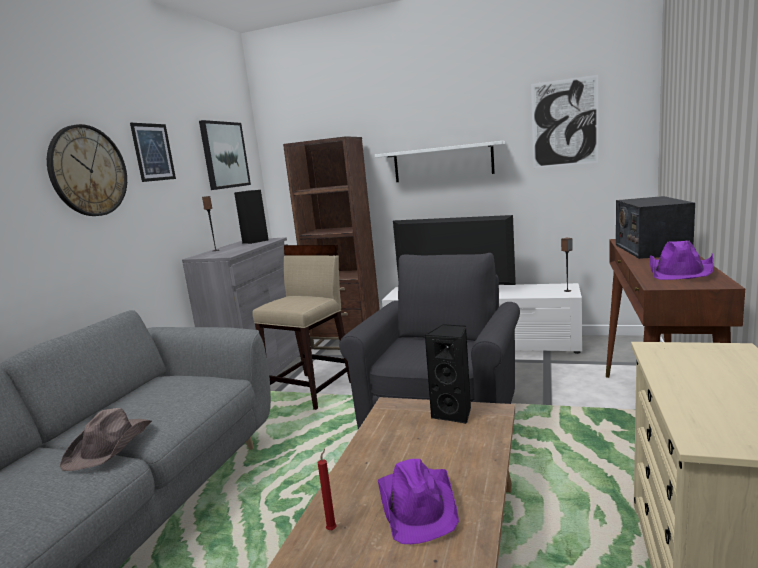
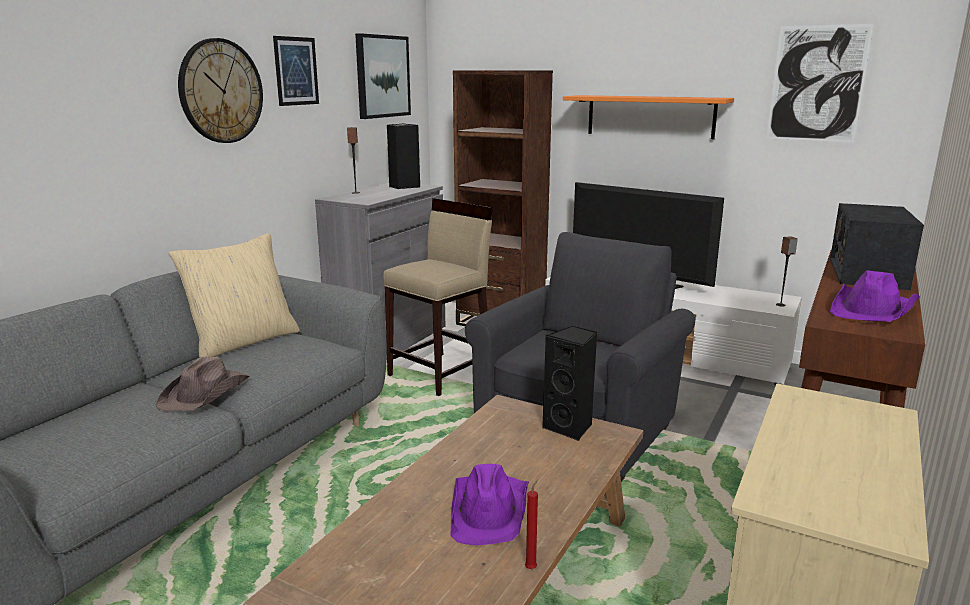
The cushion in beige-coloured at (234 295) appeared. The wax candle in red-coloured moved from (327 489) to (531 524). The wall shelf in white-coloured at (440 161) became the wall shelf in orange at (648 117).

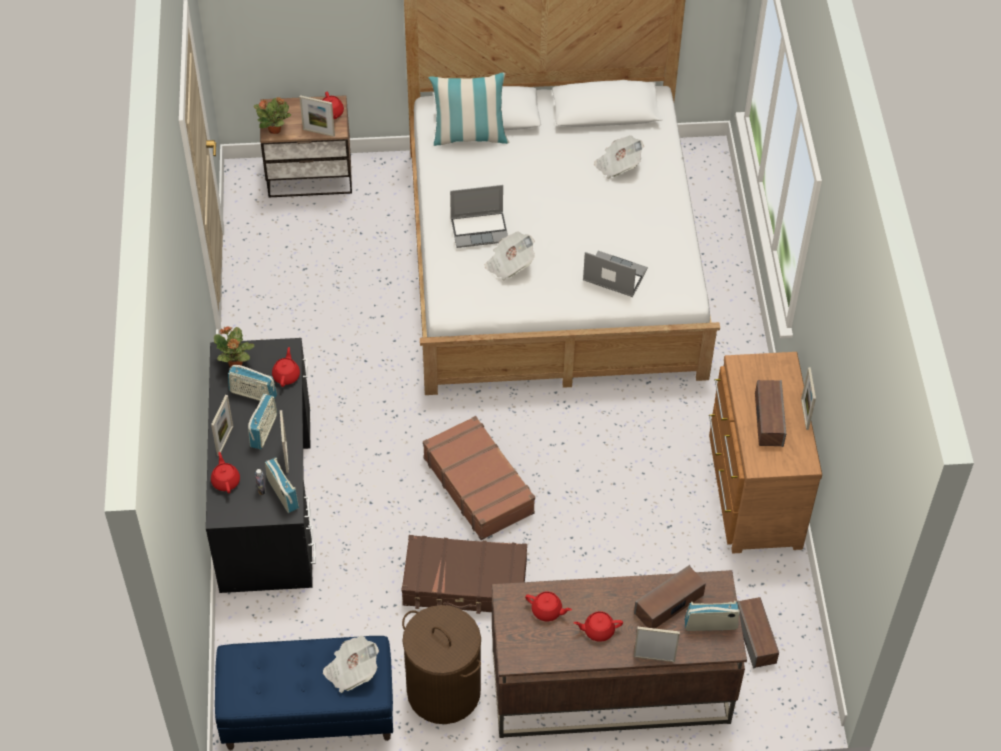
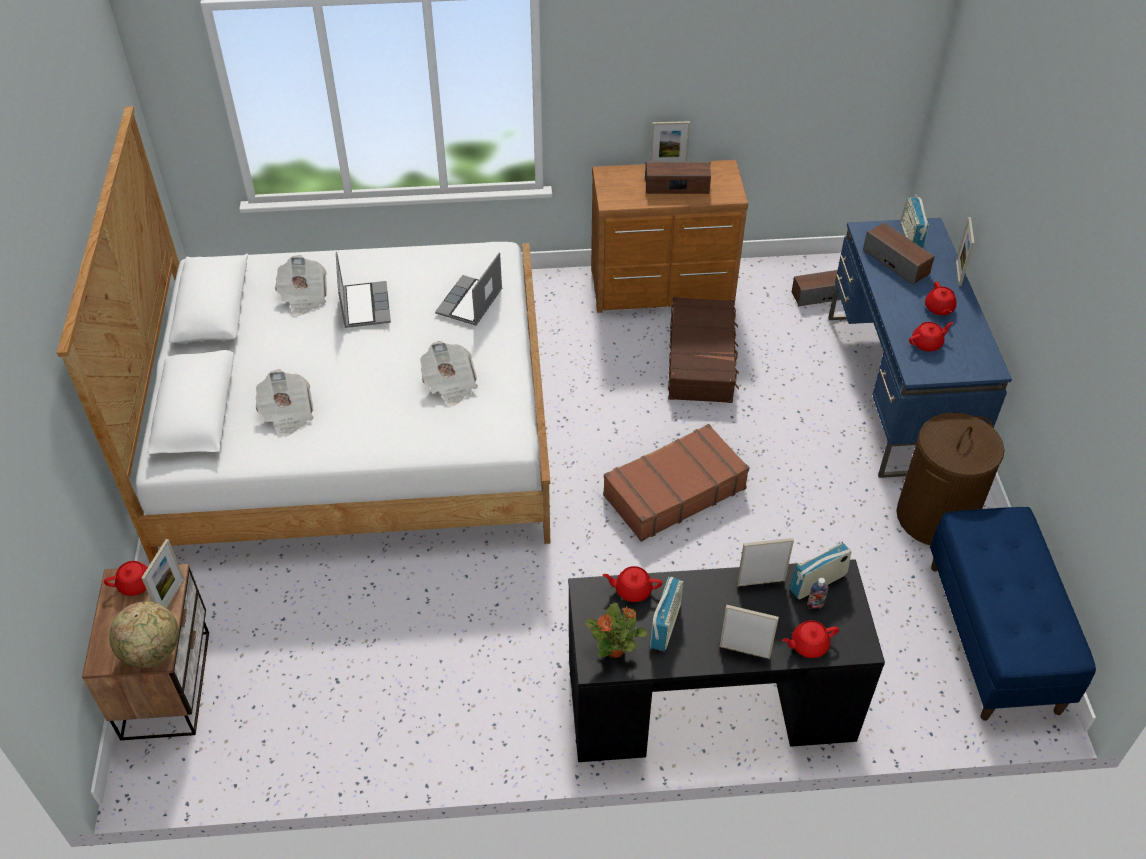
The radio set at (262 422) disappeared. The cushion at (469 109) disappeared. The printed paper moved from (351 664) to (285 403). The piece of luggage in brownish moved from (464 574) to (703 350). The laptop moved from (479 216) to (363 290). The houseplant at (272 115) was replaced by the world globe at (144 634). The desk table in brownish at (619 654) became the desk table in blue at (920 348). The teapot in red-coloured at (548 606) turned 45 degrees clockwise.

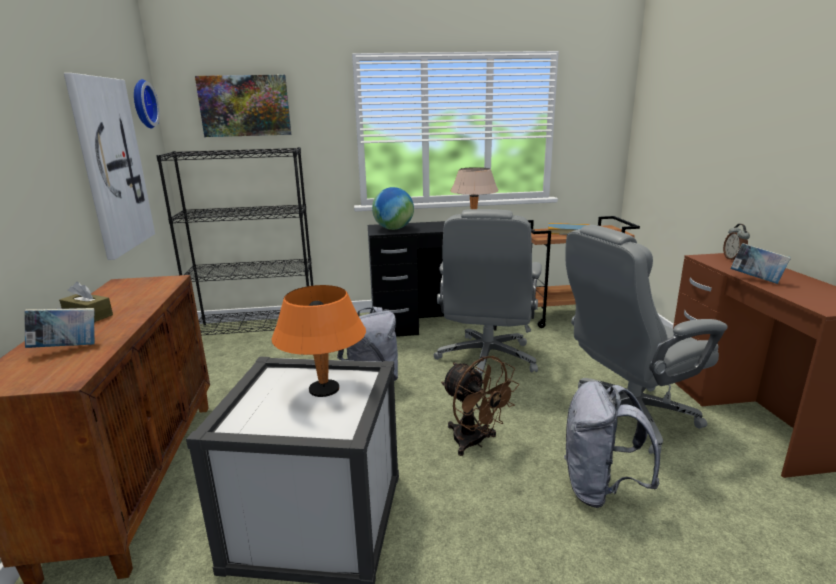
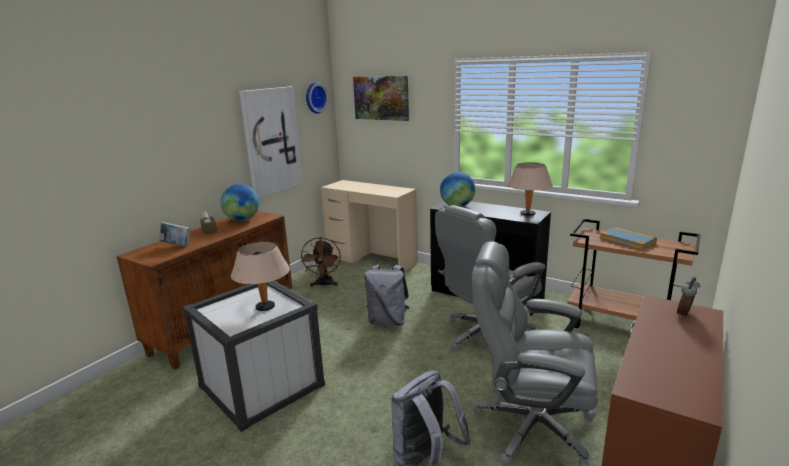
The volume at (760 263) disappeared. The world globe at (240 202) appeared. The electric fan in brownish moved from (480 406) to (320 262). The bookcase in blackish at (234 241) was replaced by the desk table in beige-coloured at (369 226). The table lamp in orange at (319 341) became the table lamp in beige-coloured at (260 276).

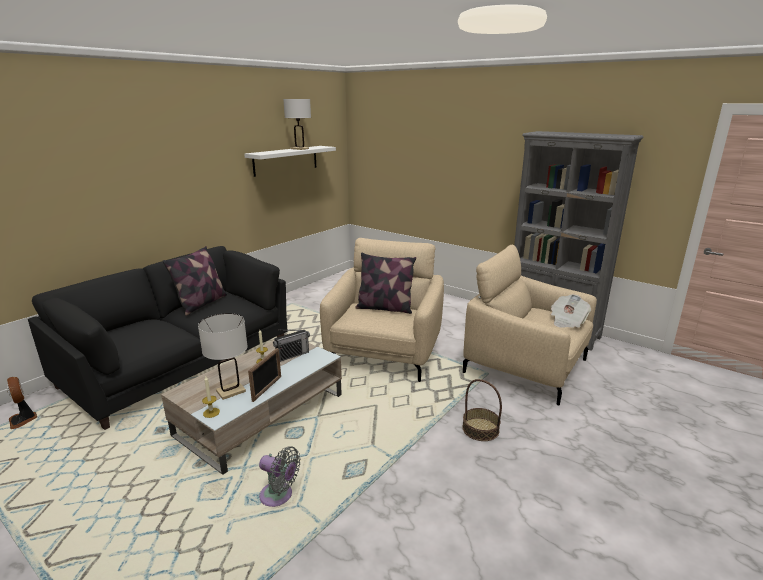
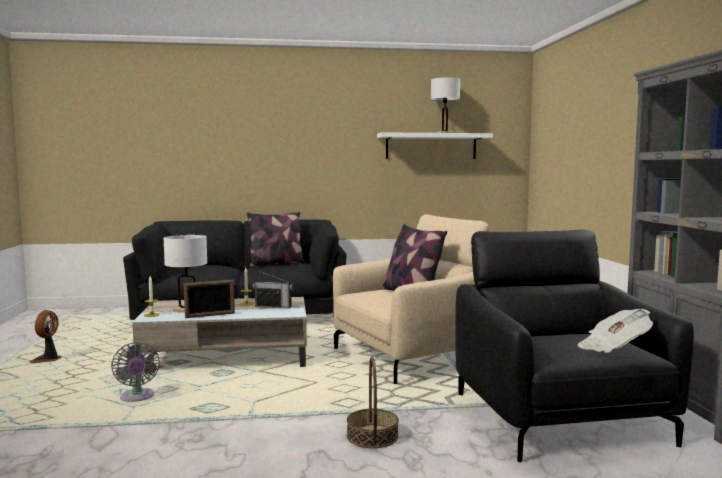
The electric fan moved from (22 403) to (46 336). The lounge chair in beige-coloured at (530 325) became the lounge chair in blackish at (574 346).

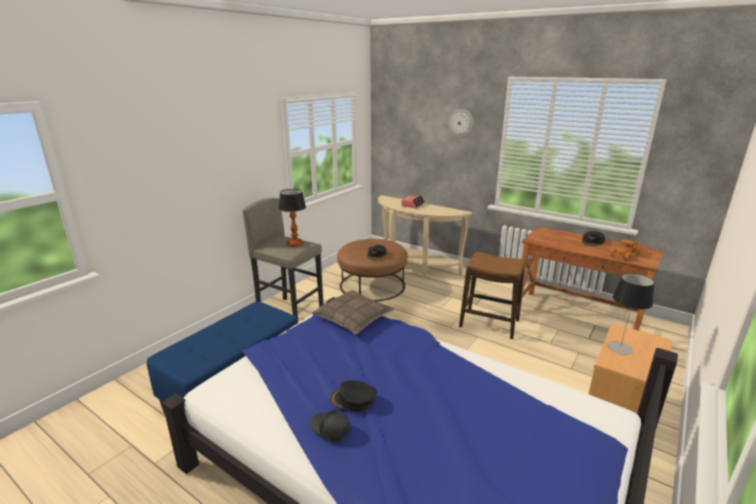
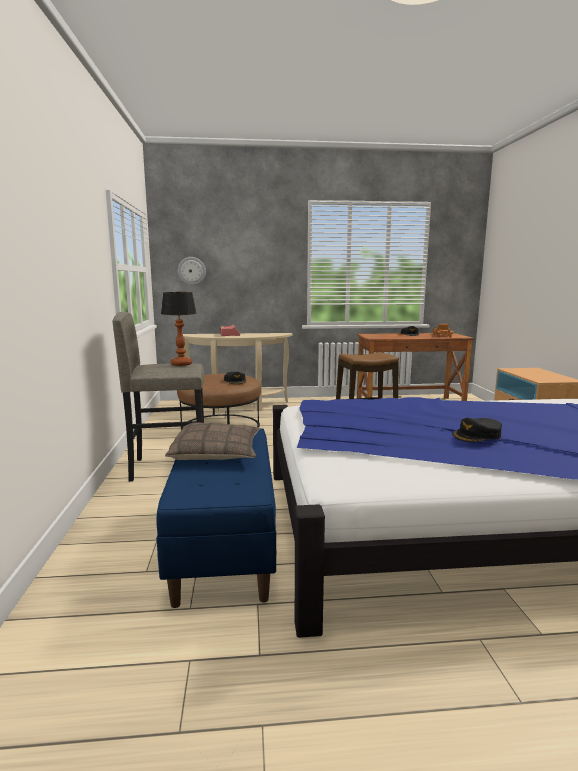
The baseball cap in blackish at (330 426) disappeared. The table lamp at (631 314) disappeared. The cushion moved from (353 312) to (212 441). The wall clock moved from (461 123) to (192 271).

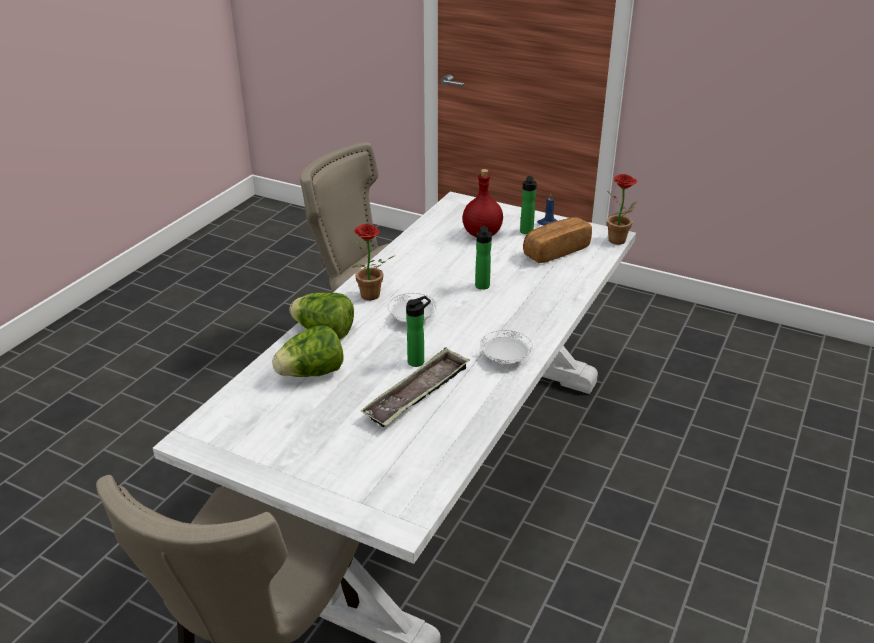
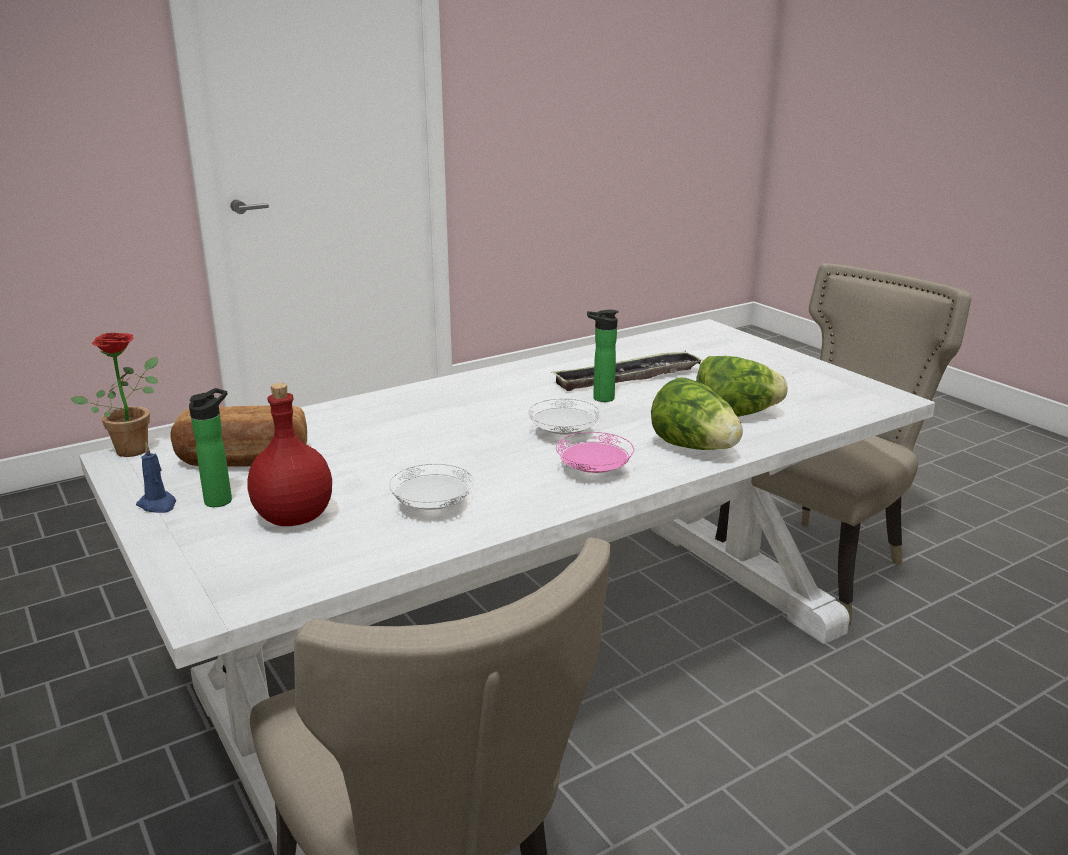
The drink bottle at (483 258) disappeared. The flat dish in white-coloured moved from (506 347) to (431 487). The houseplant at (373 262) was replaced by the flat dish in pinkish at (595 452).

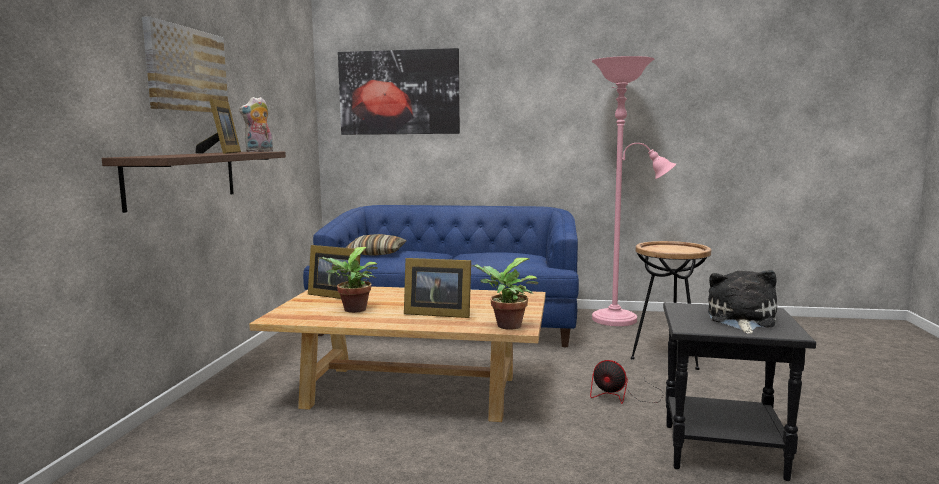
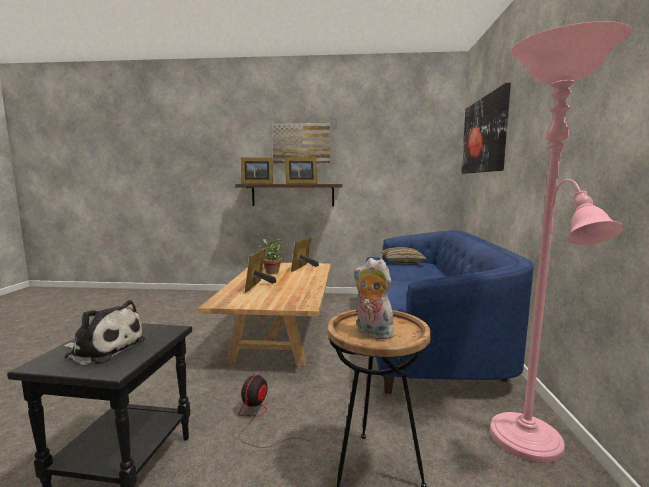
The houseplant at (505 294) disappeared. The photo frame at (257 170) appeared. The soft toy moved from (256 124) to (373 299).

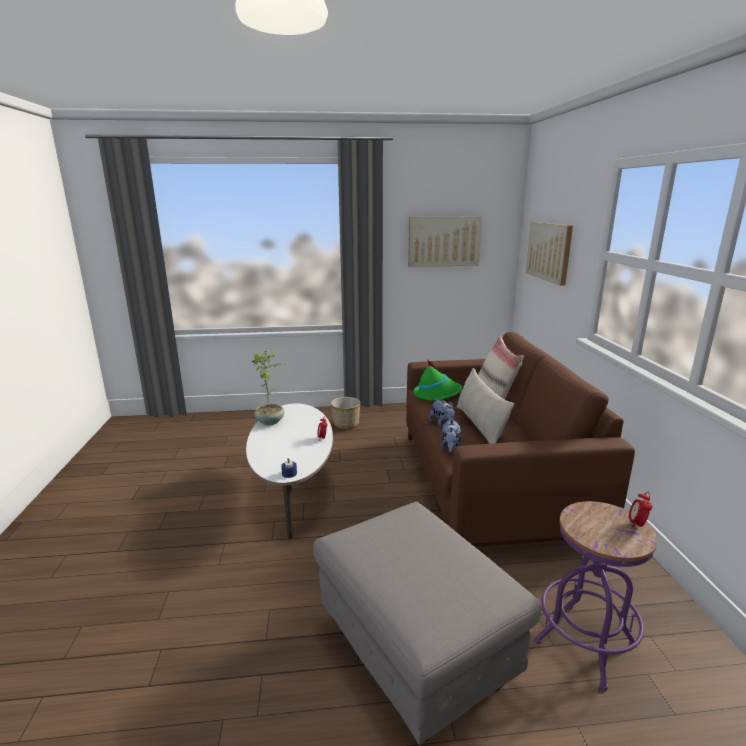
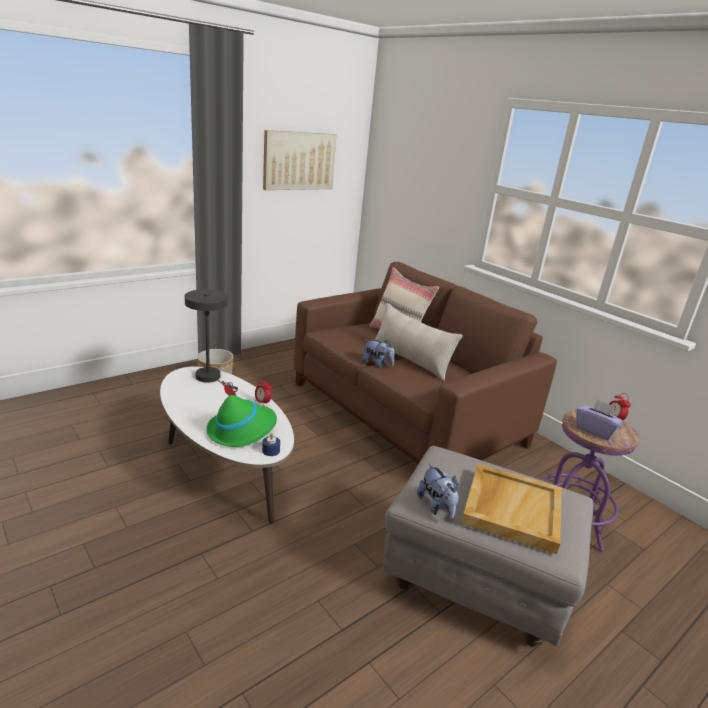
The houseplant at (268 388) disappeared. The wall picture at (549 253) disappeared. The table lamp in grey at (211 340) appeared. The carrying tray in beige-coloured at (511 509) appeared. The tissue box in purplish at (599 419) appeared. The clothing hat in green moved from (437 380) to (241 414). The soft toy moved from (451 435) to (438 491).

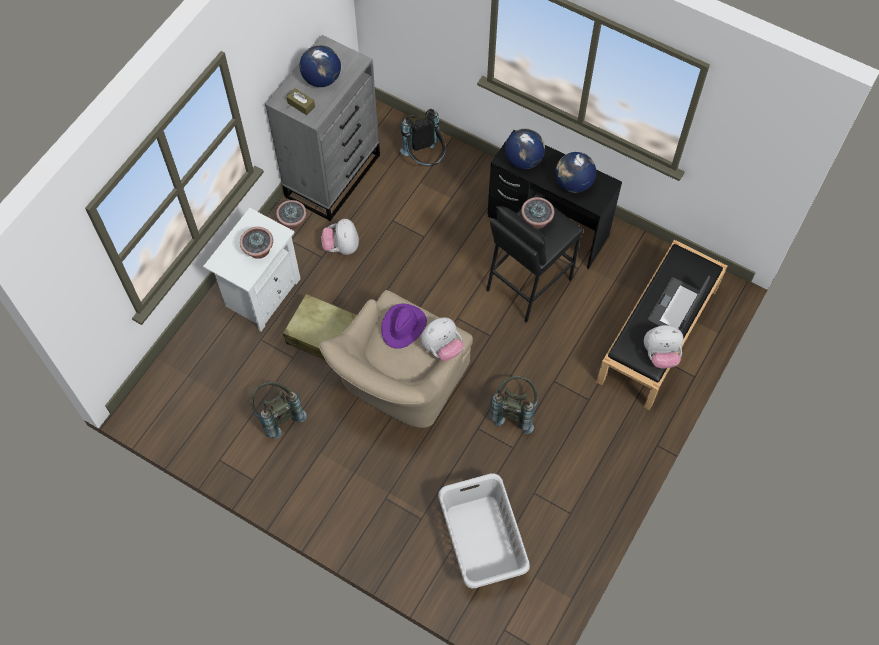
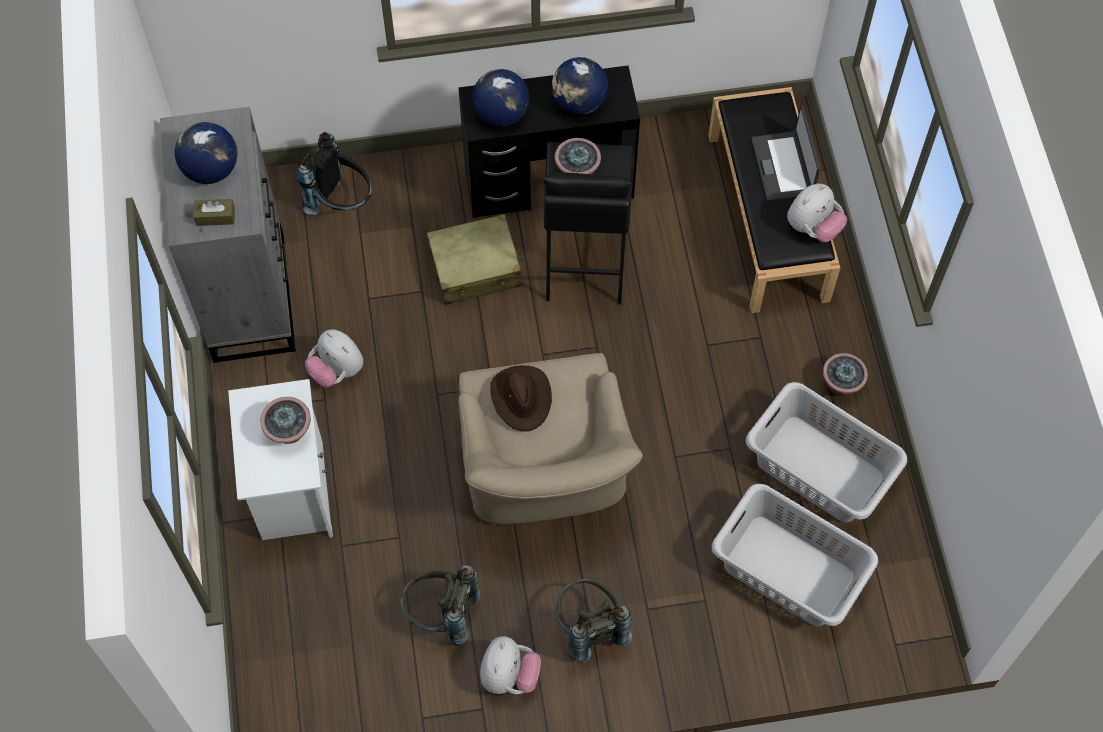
The washing basket in grey at (826 452) appeared. The houseplant moved from (291 214) to (845 374). The piece of luggage in beige-coloured moved from (320 327) to (475 259). The soft toy moved from (442 339) to (510 665). The backpack in grey moved from (514 405) to (594 621). The clothing hat in purplish at (404 326) became the clothing hat in brownish at (521 398).

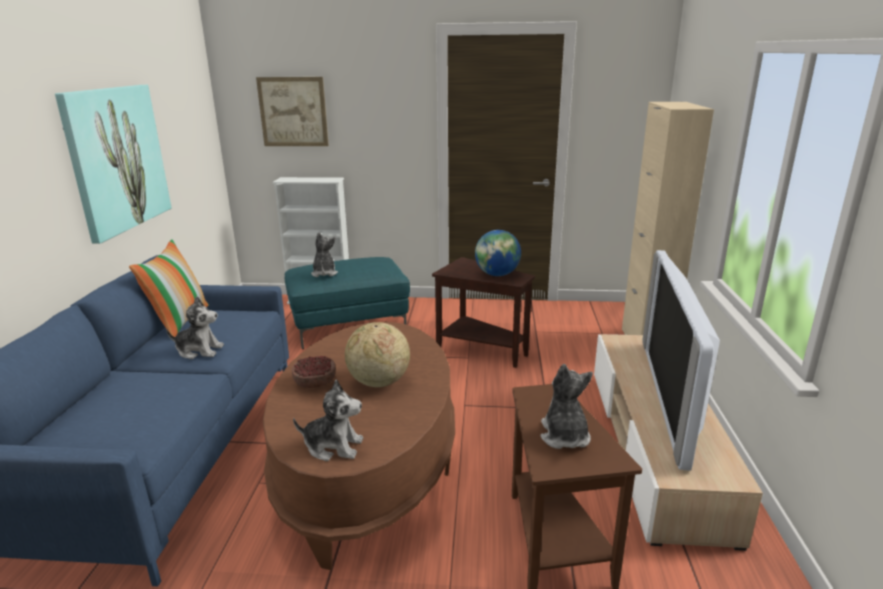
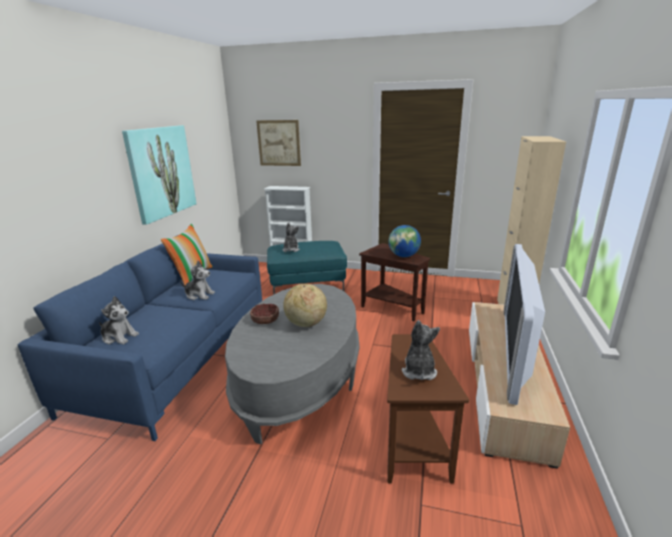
The soft toy moved from (328 420) to (119 320). The lounge table in brownish at (359 446) became the lounge table in grey at (292 364).

